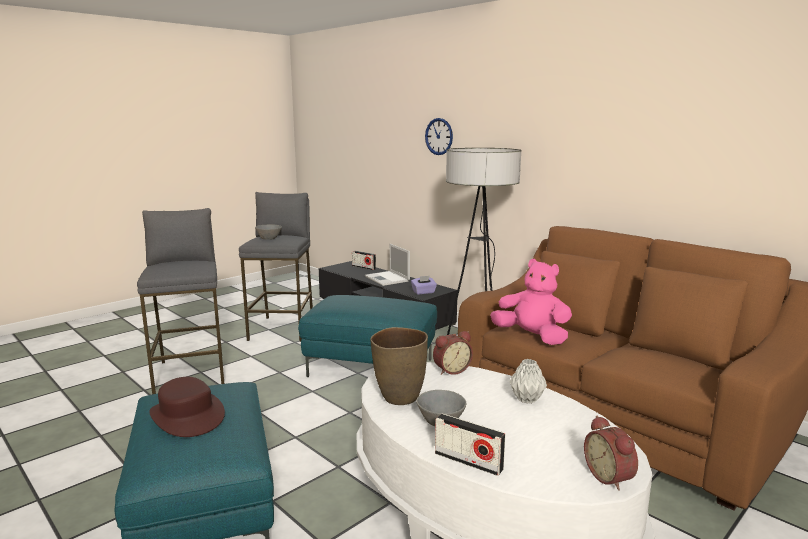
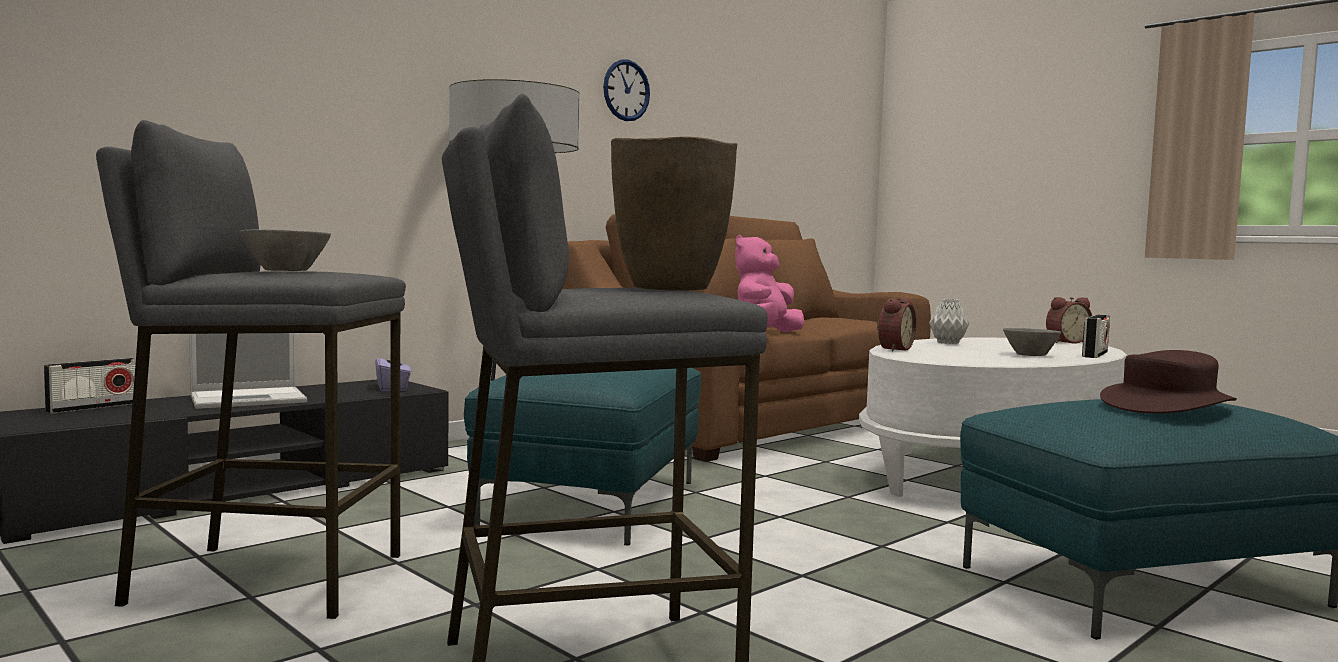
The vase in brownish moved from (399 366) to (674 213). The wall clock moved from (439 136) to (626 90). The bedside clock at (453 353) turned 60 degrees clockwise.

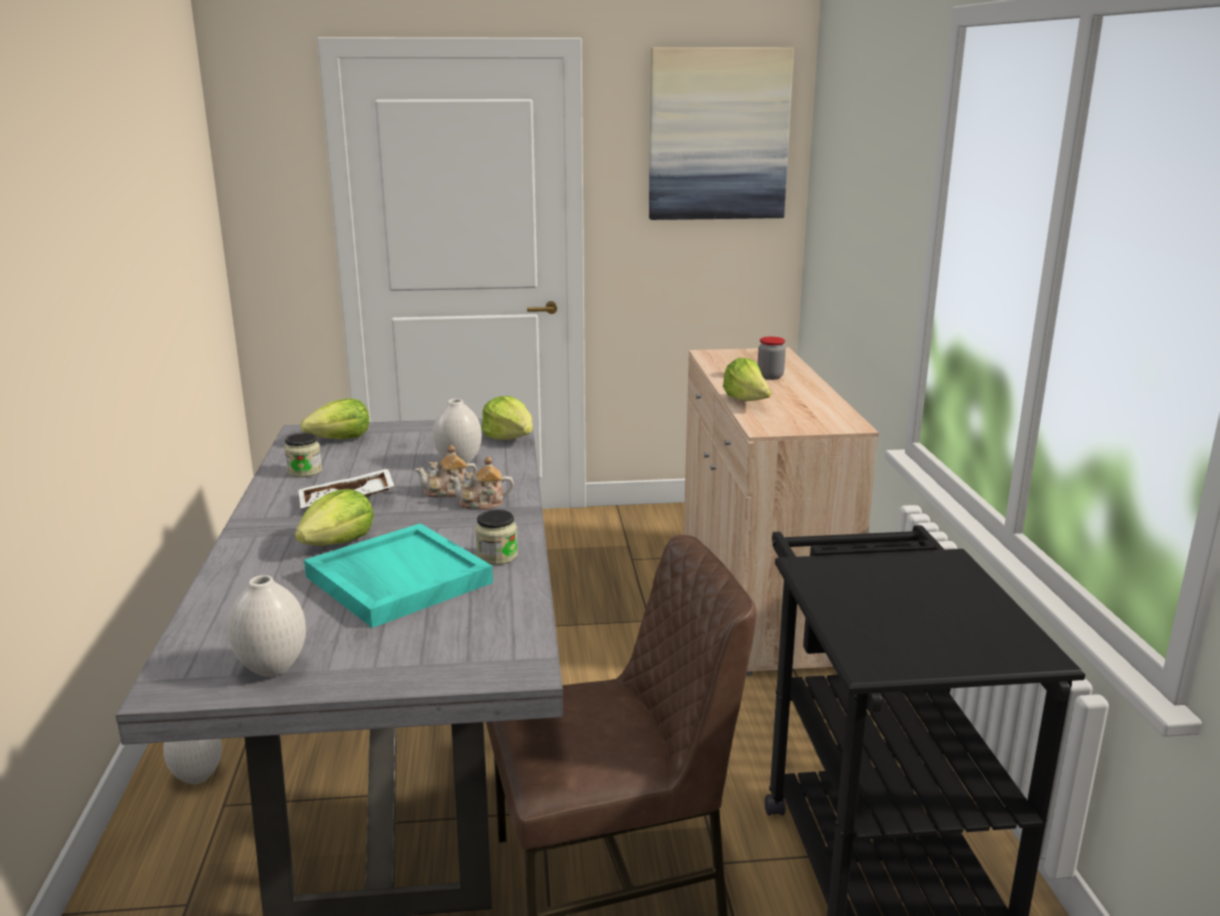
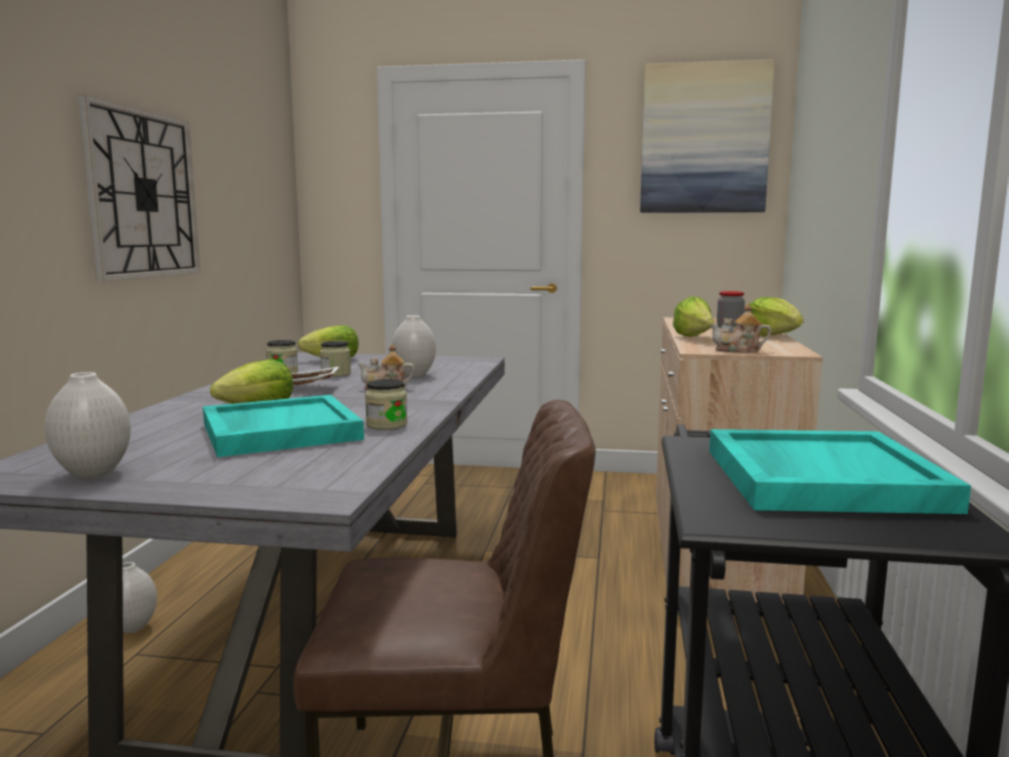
The wall clock at (139 188) appeared. The preserve jar at (335 359) appeared. The carrying tray in blue-green at (840 471) appeared. The teapot moved from (482 483) to (740 328). The lettuce head moved from (507 418) to (776 316).

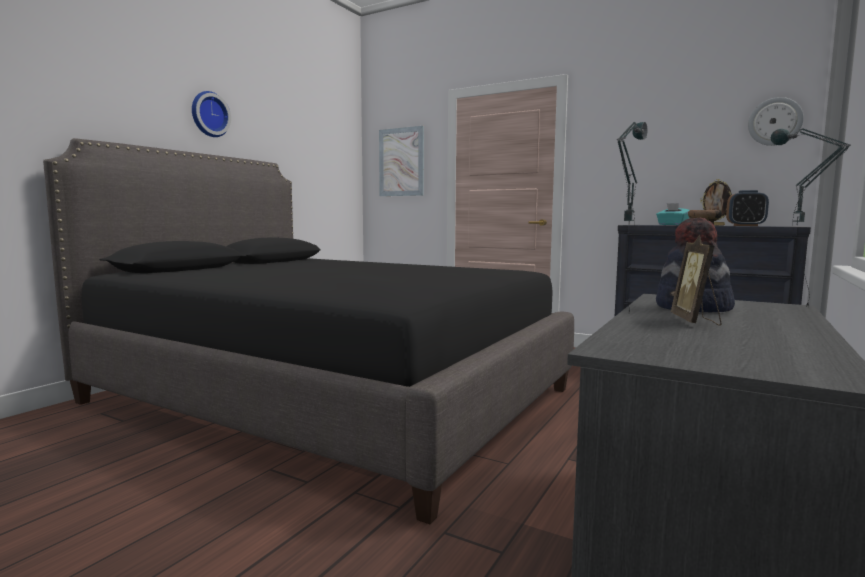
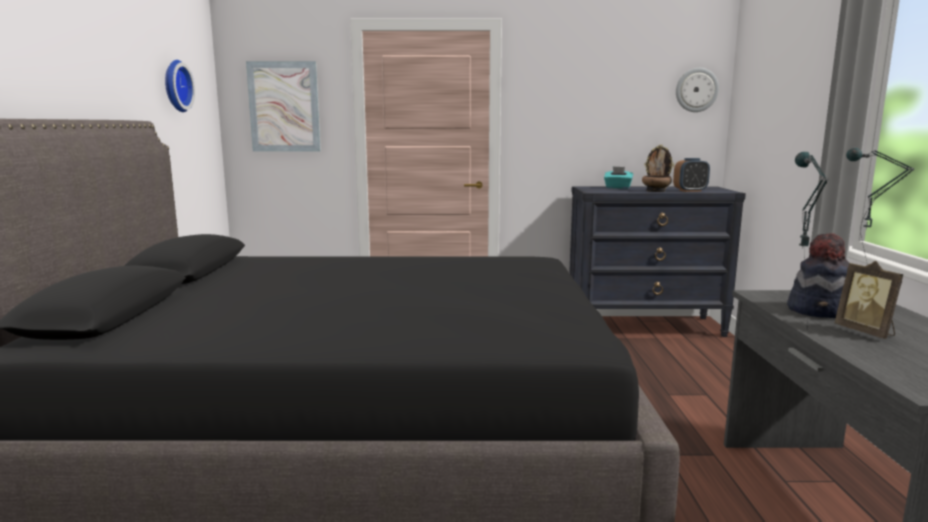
The wall clock moved from (211 114) to (180 86).

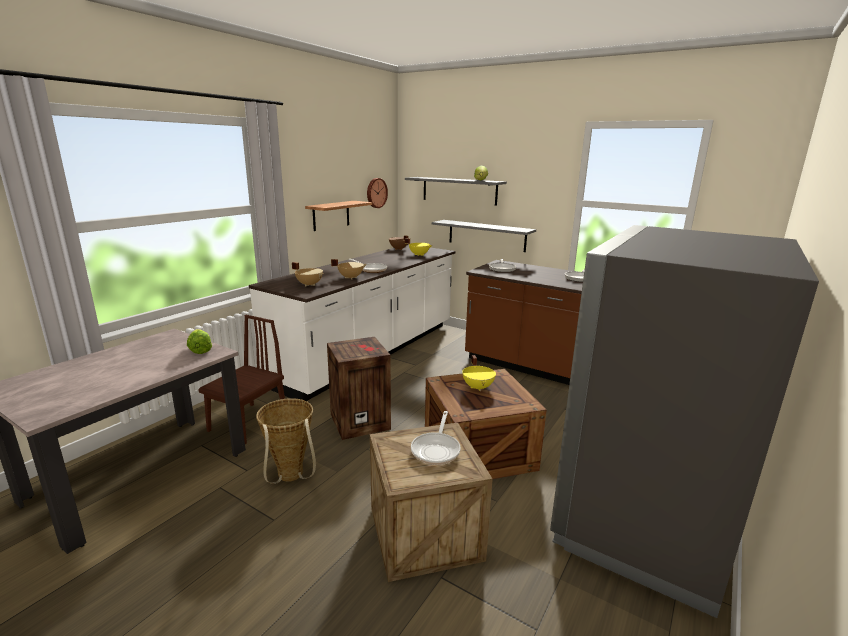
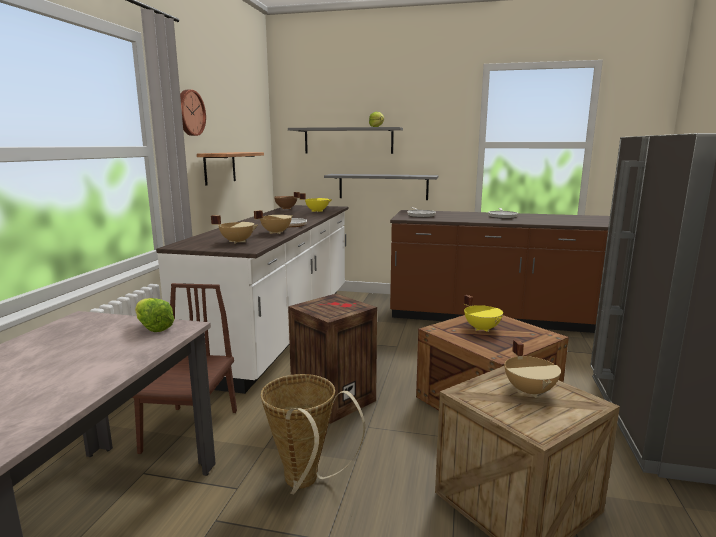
The wall clock moved from (377 193) to (193 113). The skillet at (436 438) was replaced by the stockpot in beige-coloured at (533 369).

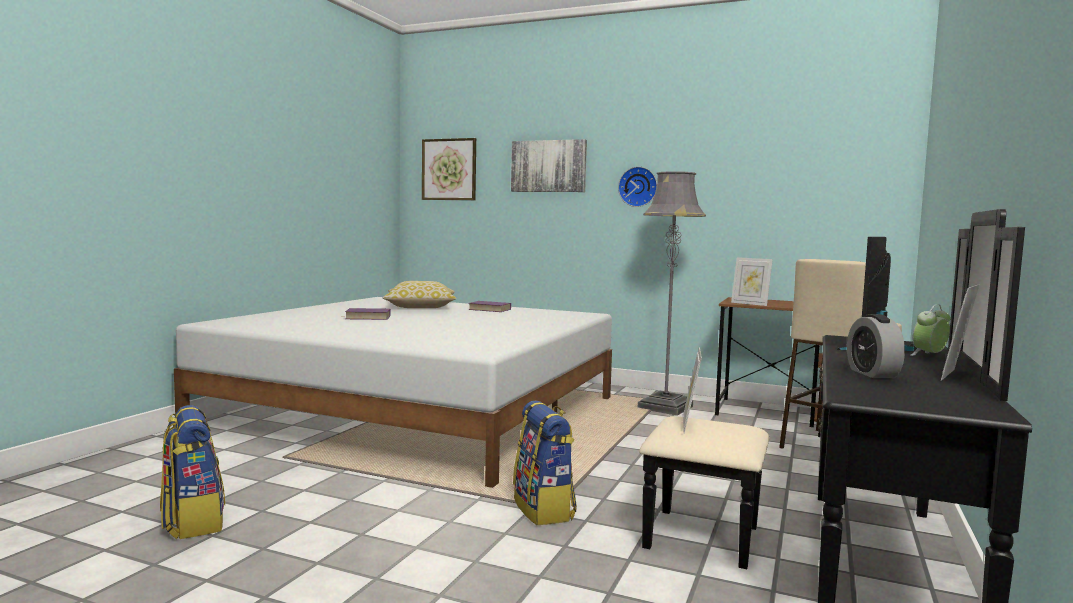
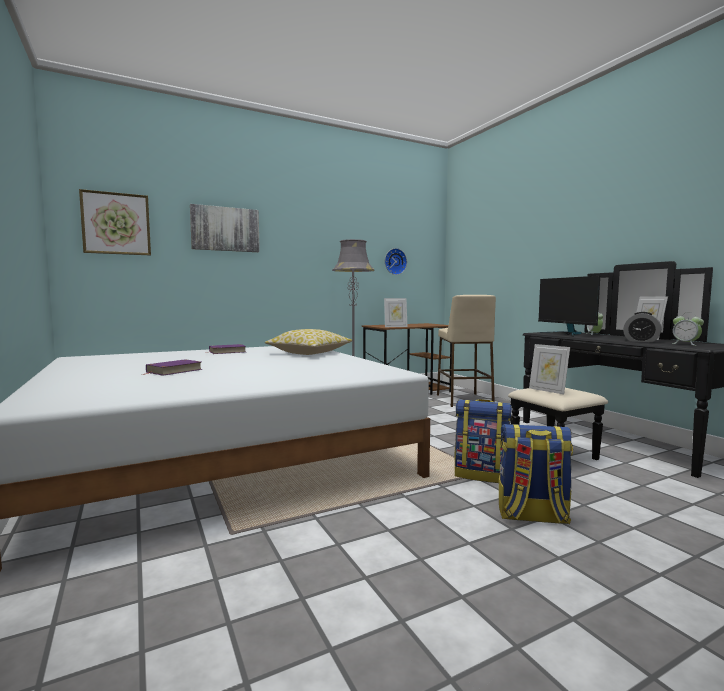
The bedside clock at (687 329) appeared. The backpack moved from (192 472) to (536 474). The cushion moved from (419 294) to (308 342). The wall clock moved from (637 187) to (396 261).

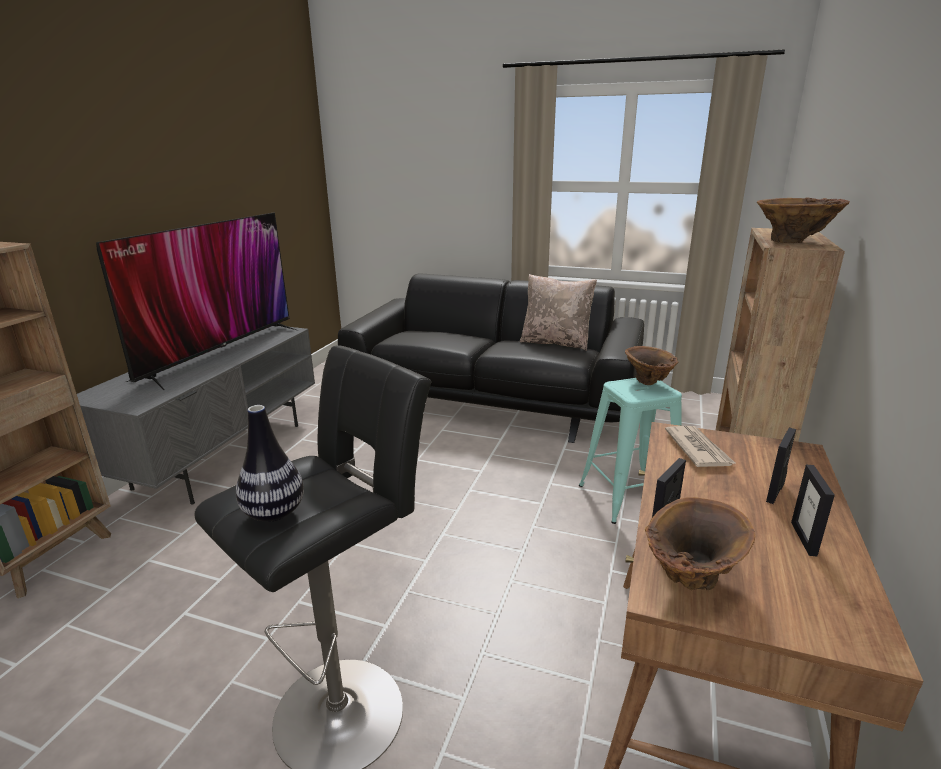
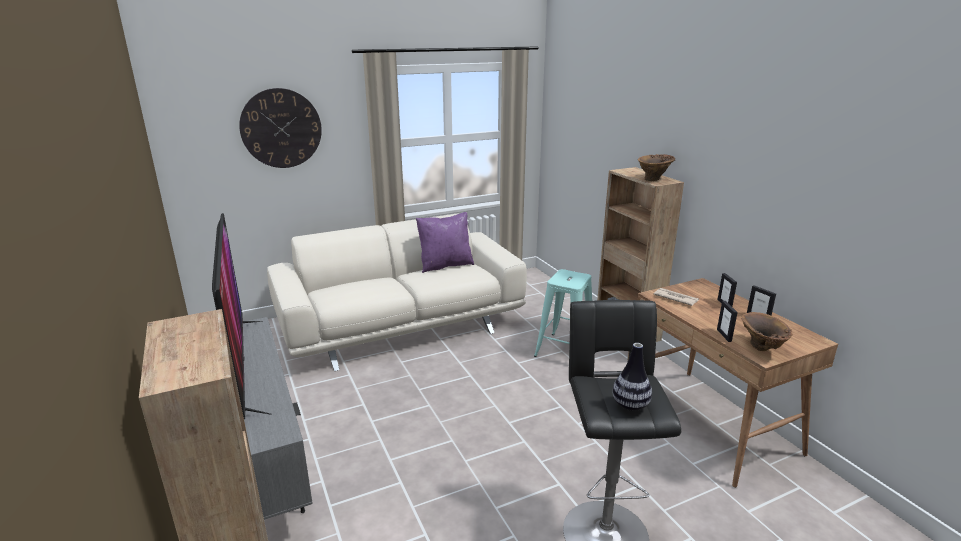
The vase in brownish at (651 365) disappeared. The wall clock at (280 128) appeared. The couch in blackish at (491 358) became the couch in beige-coloured at (397 292). The cushion in beige-coloured at (558 312) became the cushion in purplish at (445 242).

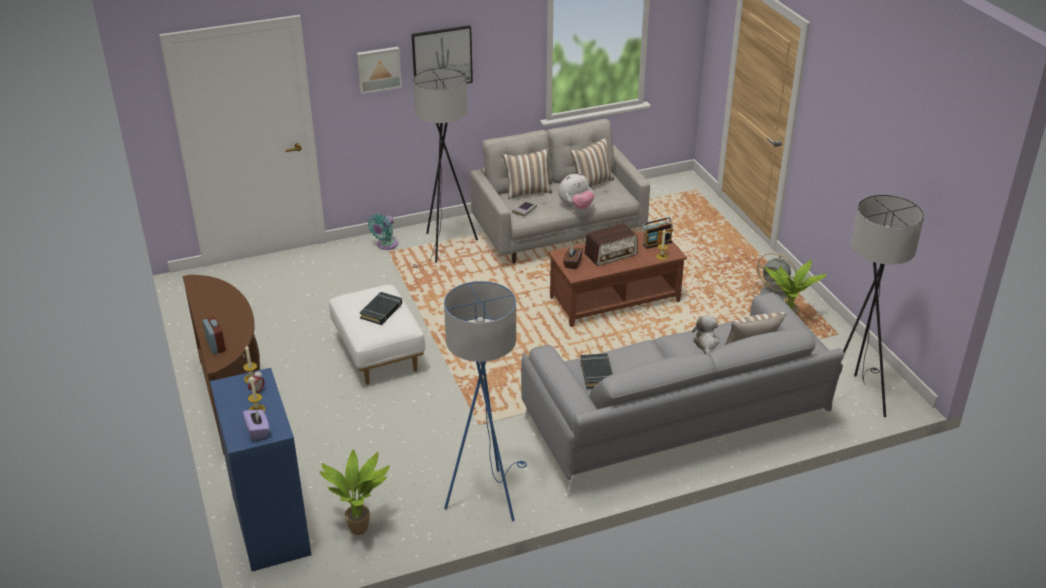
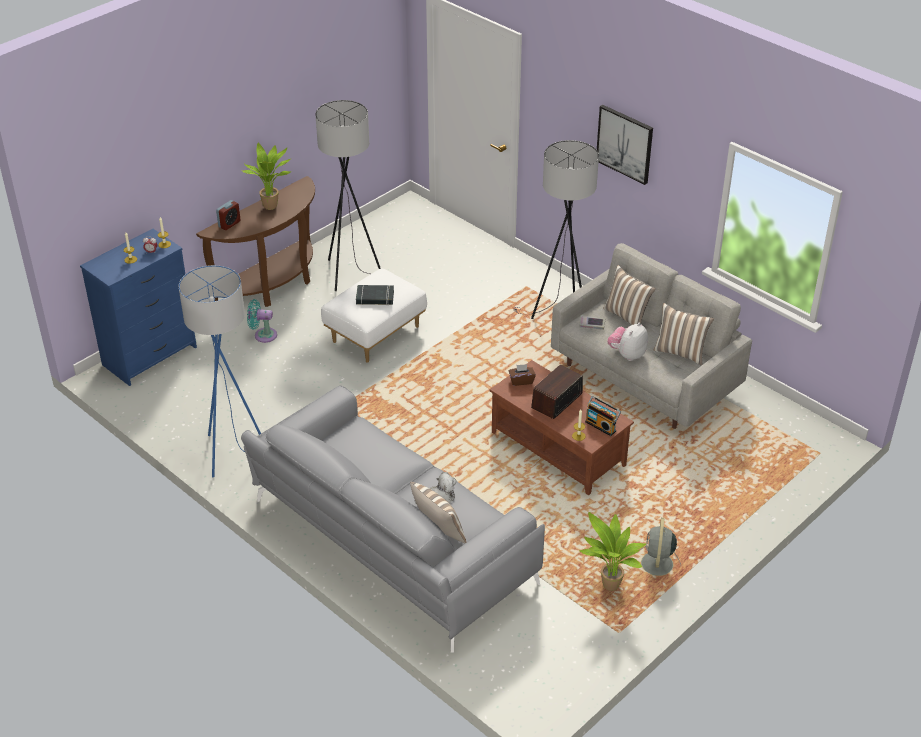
The tissue box in purplish at (256 425) disappeared. The wall picture at (379 70) disappeared. The volume in blackish at (596 371) disappeared. The houseplant moved from (354 492) to (266 176). The electric fan in blue-green moved from (383 232) to (262 321). The floor lamp in grey moved from (883 306) to (348 195). The soft toy at (576 190) turned 90 degrees clockwise. The radio set at (611 244) turned 90 degrees clockwise.

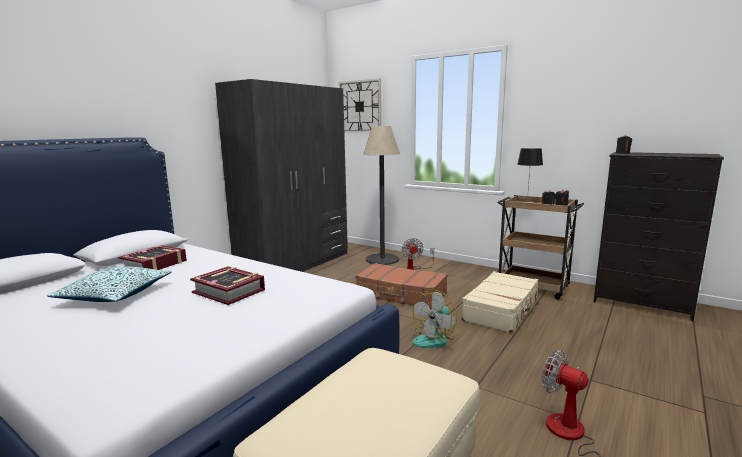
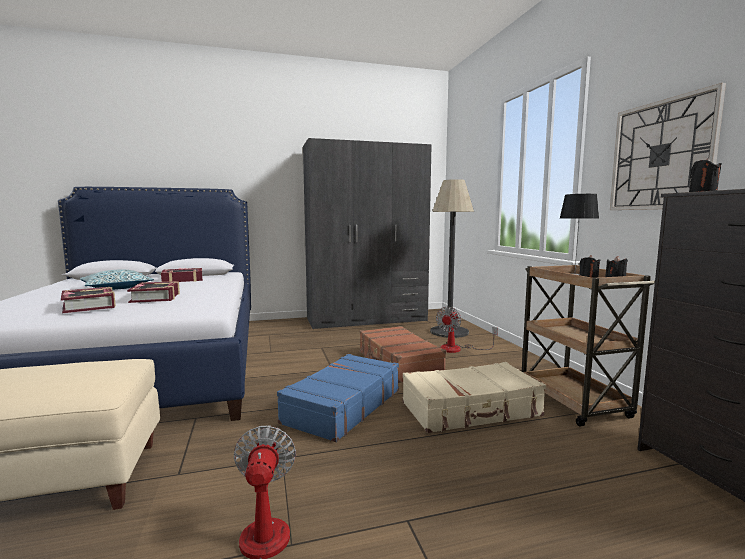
The volume at (88 300) appeared. The wall clock moved from (360 105) to (668 146). The electric fan at (435 319) was replaced by the piece of luggage in blue at (338 398).

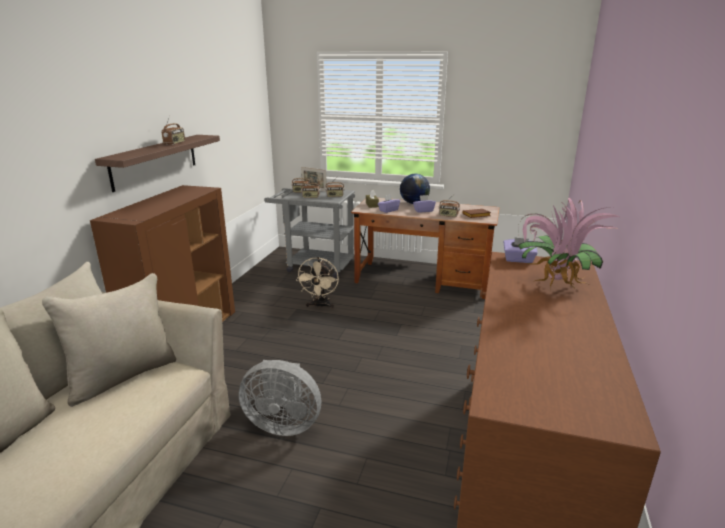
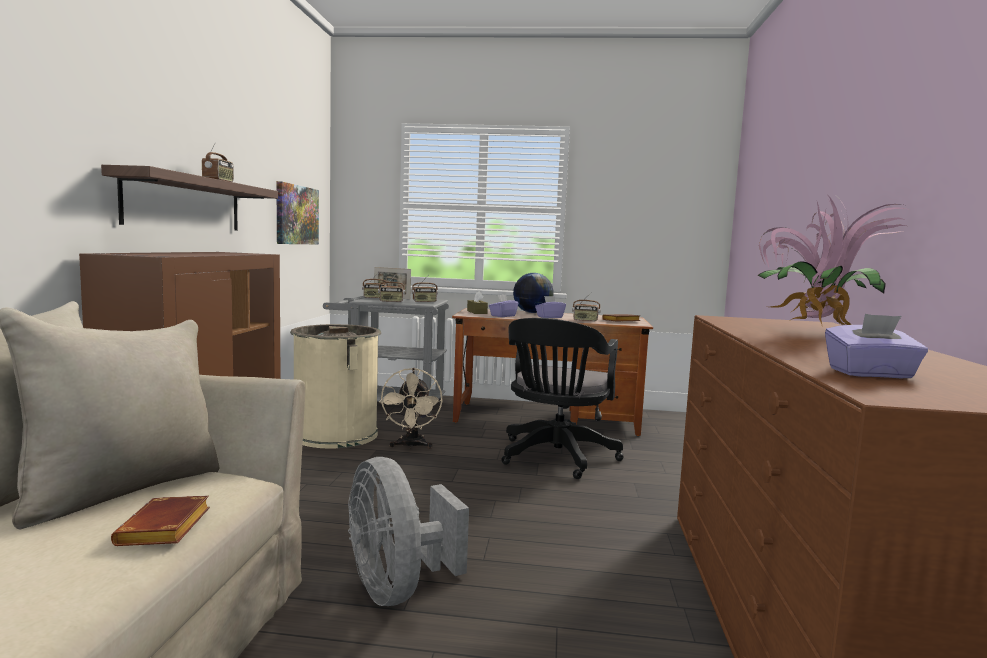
The volume in brownish at (160 521) appeared. The wall picture at (297 212) appeared. The waste bin in beige-coloured at (335 386) appeared. The computer chair in blackish at (562 398) appeared. The tissue box in purplish moved from (520 250) to (876 346). The electric fan in grey at (280 398) turned 60 degrees clockwise.

